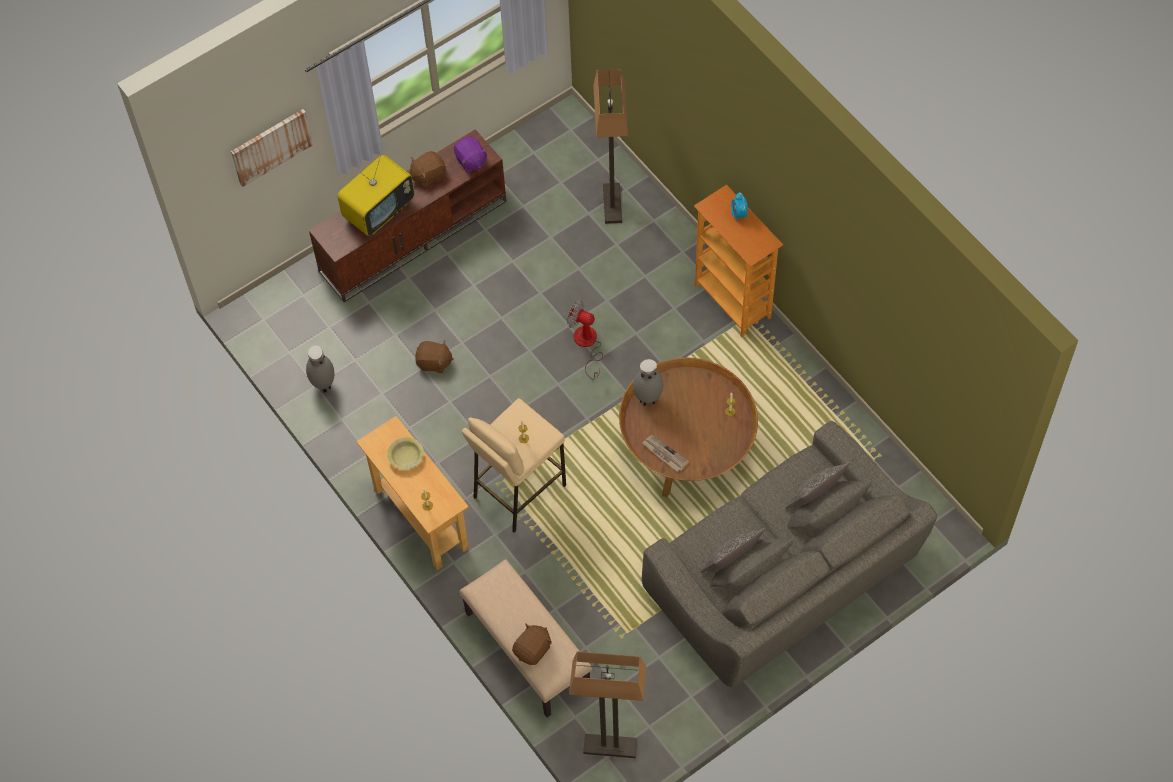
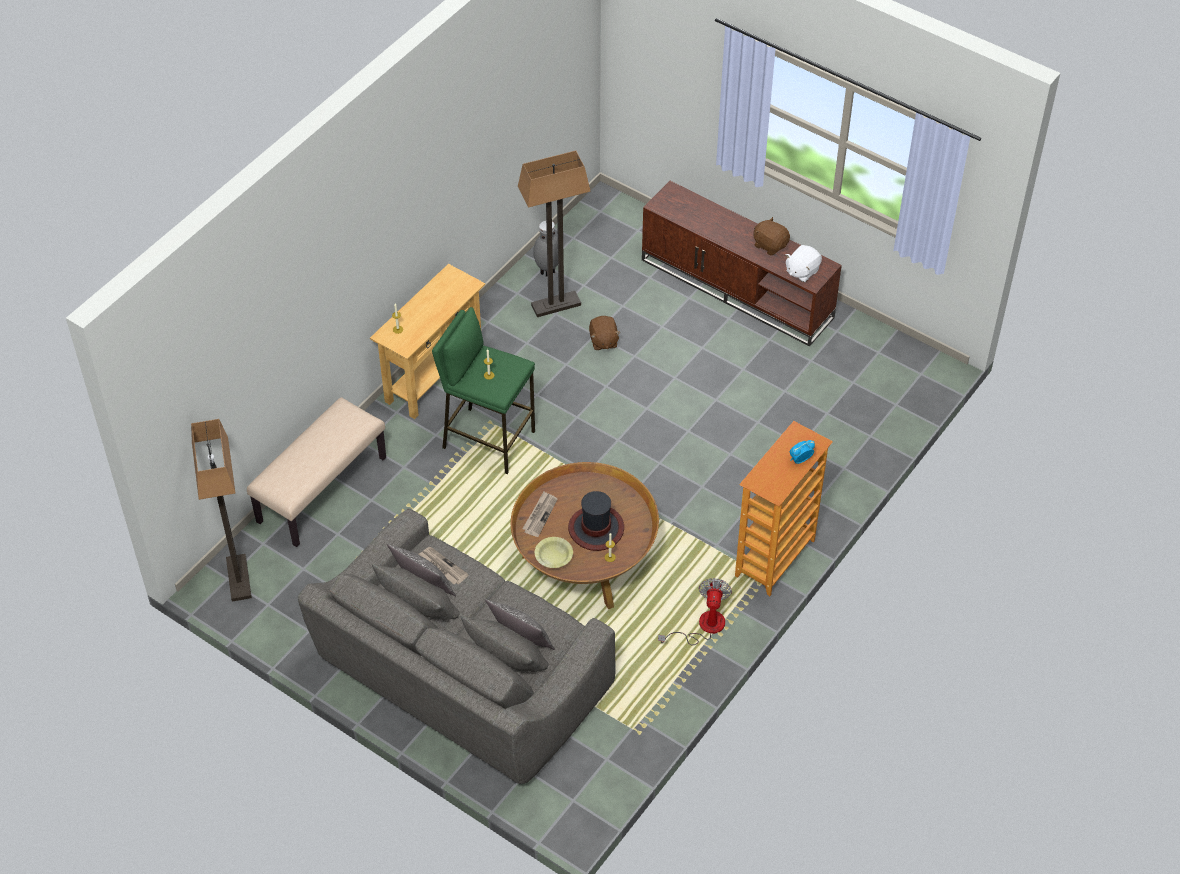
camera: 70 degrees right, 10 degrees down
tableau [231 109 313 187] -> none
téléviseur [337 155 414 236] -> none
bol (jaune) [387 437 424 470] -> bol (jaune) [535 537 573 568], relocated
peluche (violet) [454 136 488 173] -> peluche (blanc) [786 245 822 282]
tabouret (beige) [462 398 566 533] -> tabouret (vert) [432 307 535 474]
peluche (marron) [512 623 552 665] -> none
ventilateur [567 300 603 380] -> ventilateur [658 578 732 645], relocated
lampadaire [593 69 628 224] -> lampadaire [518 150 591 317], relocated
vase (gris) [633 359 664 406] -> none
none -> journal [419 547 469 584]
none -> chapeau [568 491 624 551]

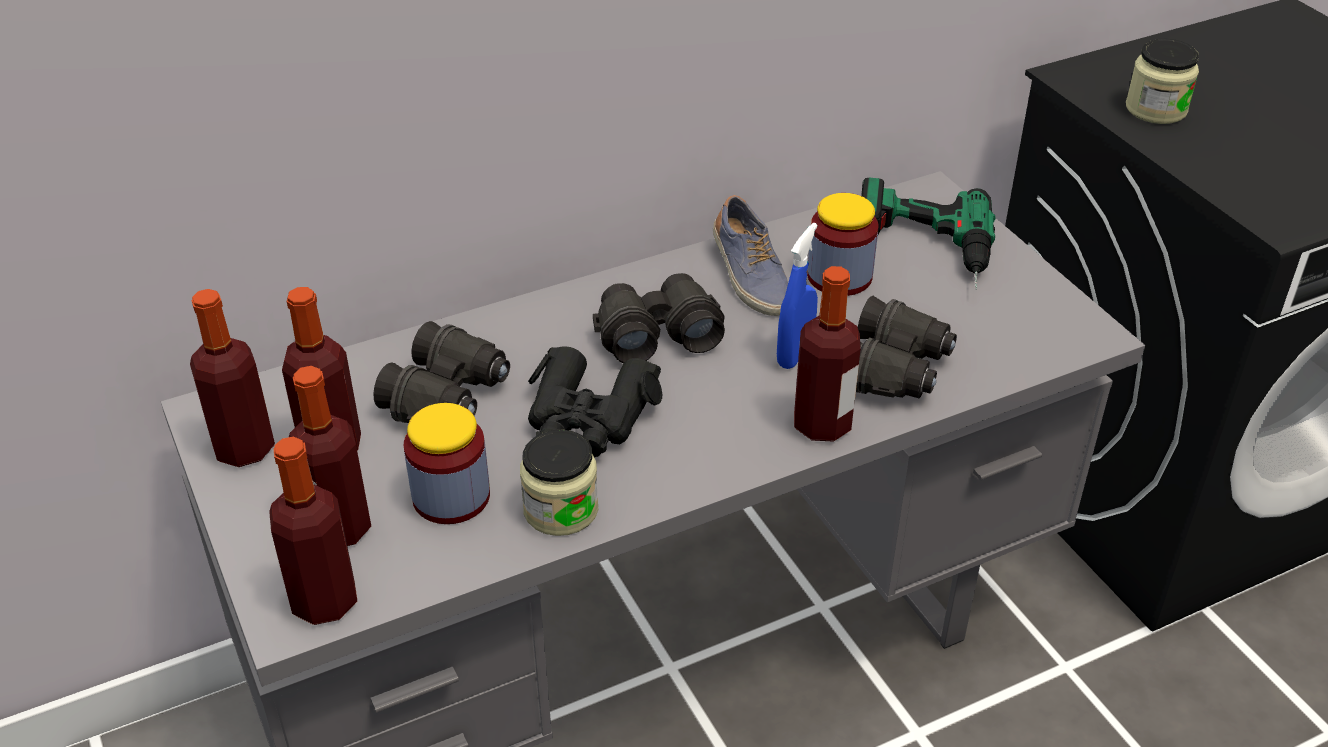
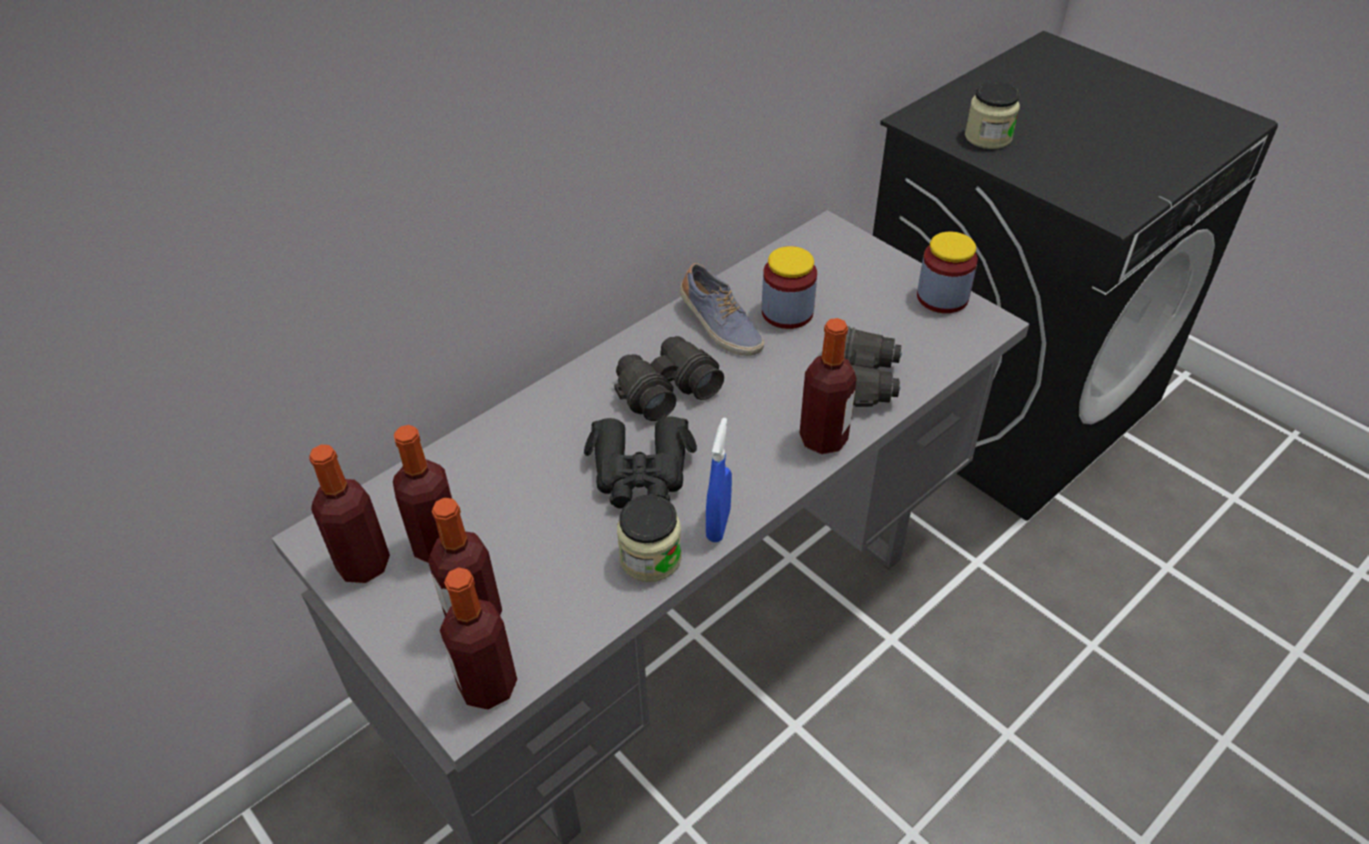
camera: 15 degrees left, 5 degrees up
jumelles (noir) [373 321 510 423] -> none
bocal [404 403 490 524] -> bocal [917 232 978 313], relocated
vaporisateur (bleu) [777 223 818 369] -> vaporisateur (bleu) [706 418 732 542], relocated
perceuse [861 178 995 290] -> none

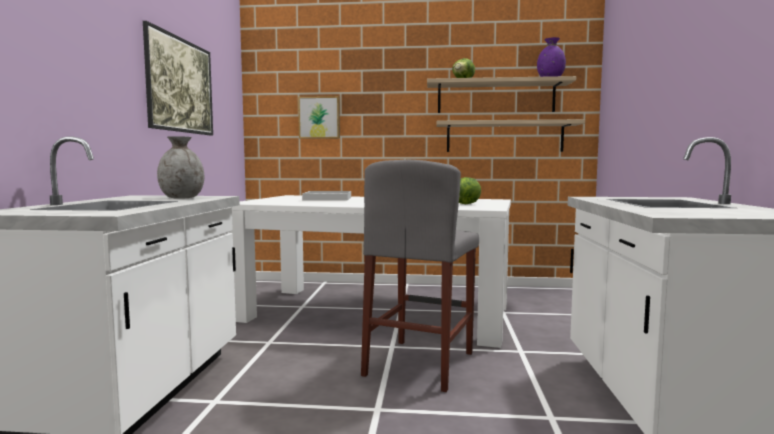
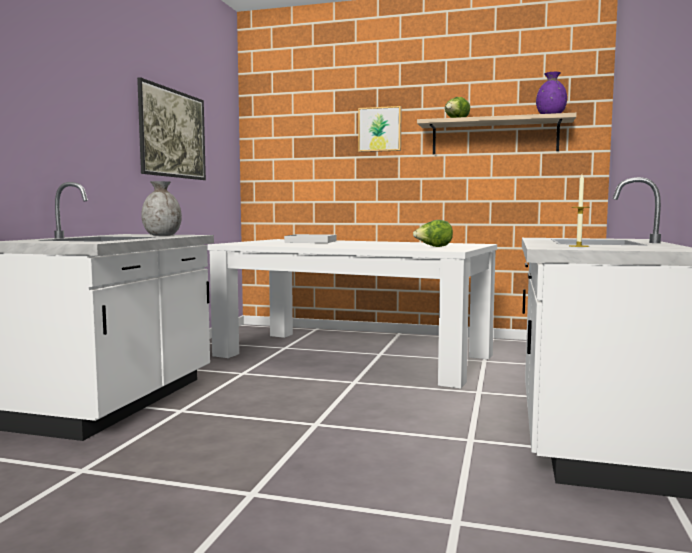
camera: 10 degrees right, 0 degrees up
tableau [298 96 340 139] -> tableau [358 106 402 152], relocated
tabouret (gris) [361 160 479 392] -> none
étagère [437 119 585 152] -> none
none -> bougie [569 175 589 247]

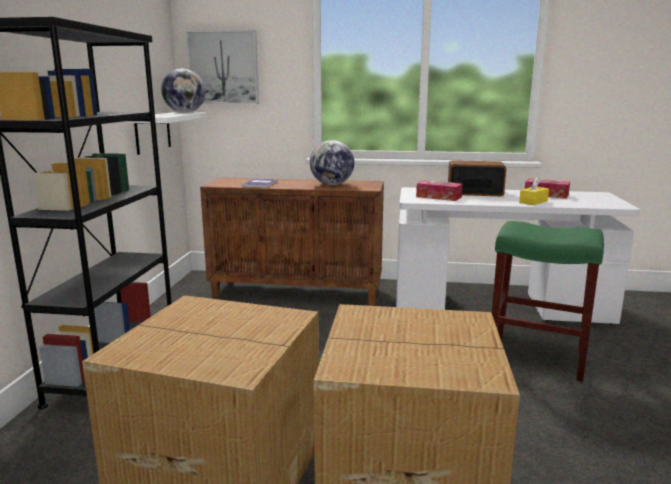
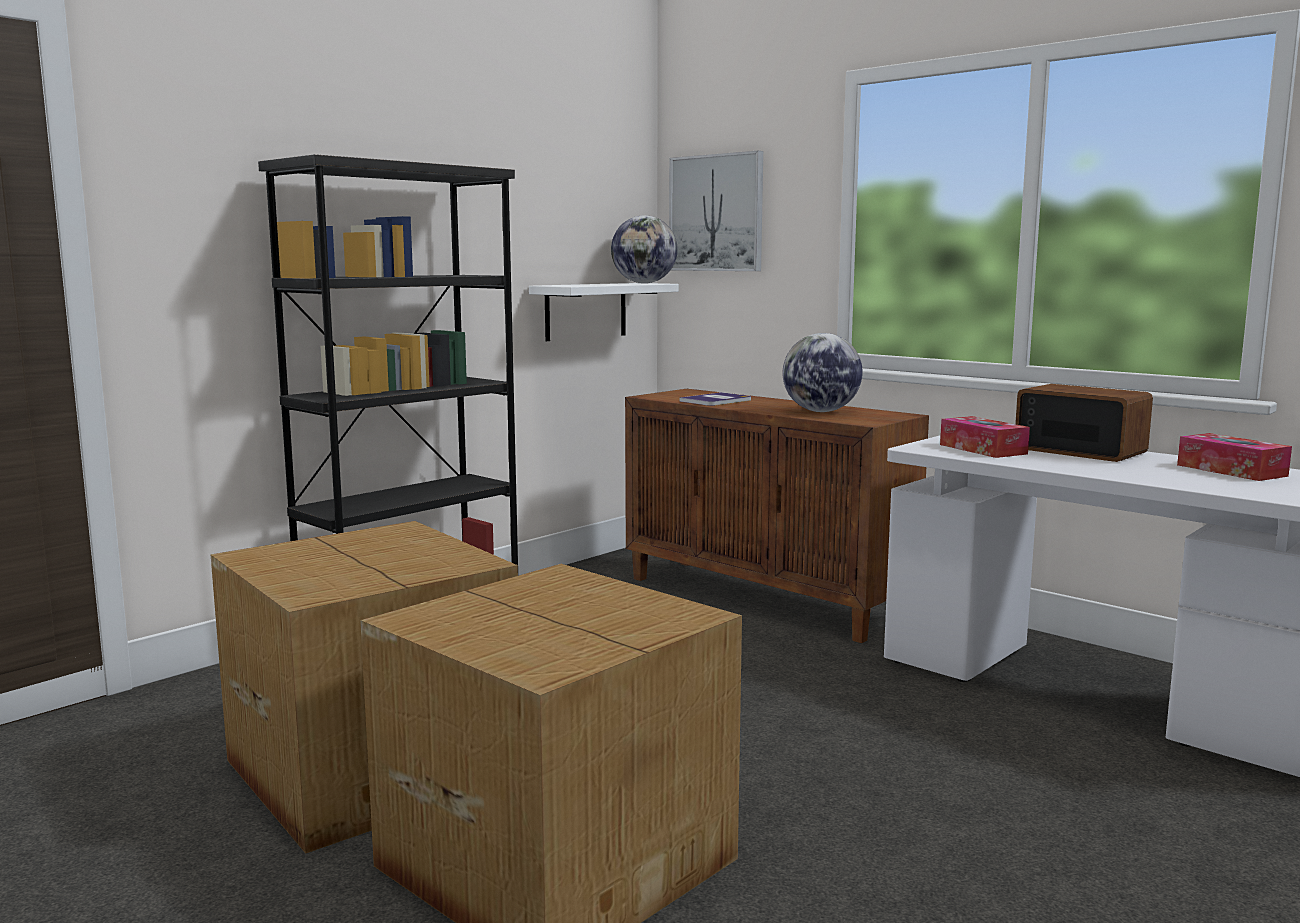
camera: 35 degrees right, 5 degrees down
tabouret (vert) [492 221 604 382] -> none
boîte à mouchoirs (jaune) [519 177 549 205] -> none

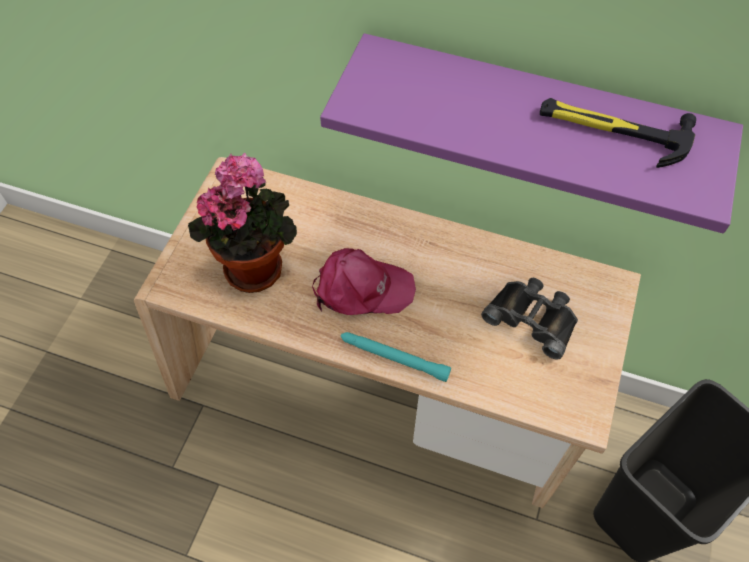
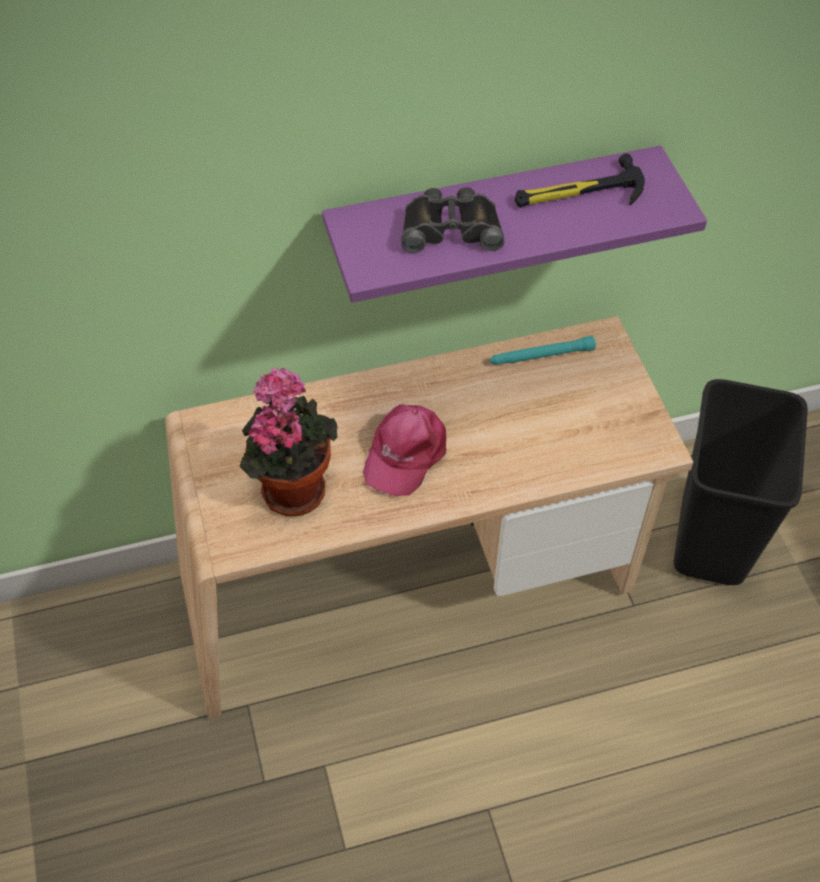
camera: 35 degrees left, 5 degrees down
casquette (rose) [312 248 416 315] -> casquette (rose) [363 404 446 496], 150 degrees clockwise
lampe de poche (turquoise) [341 332 451 382] -> lampe de poche (turquoise) [490 336 596 365], relocated
jumelles (noir) [481 278 578 360] -> jumelles (noir) [401 187 504 253], relocated

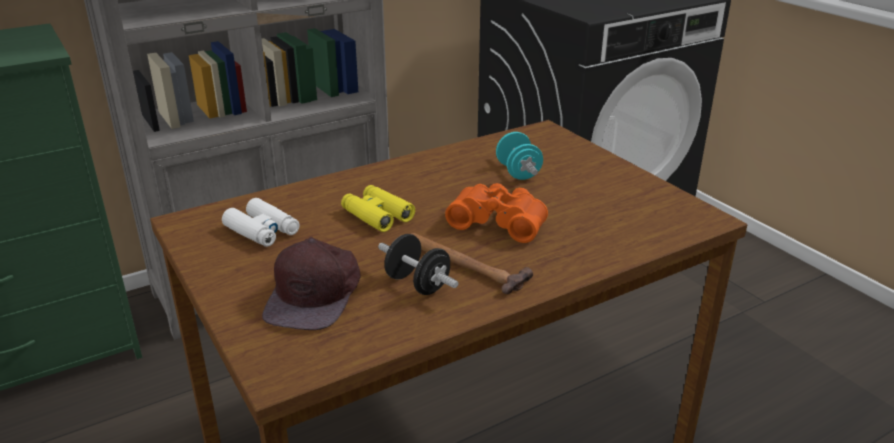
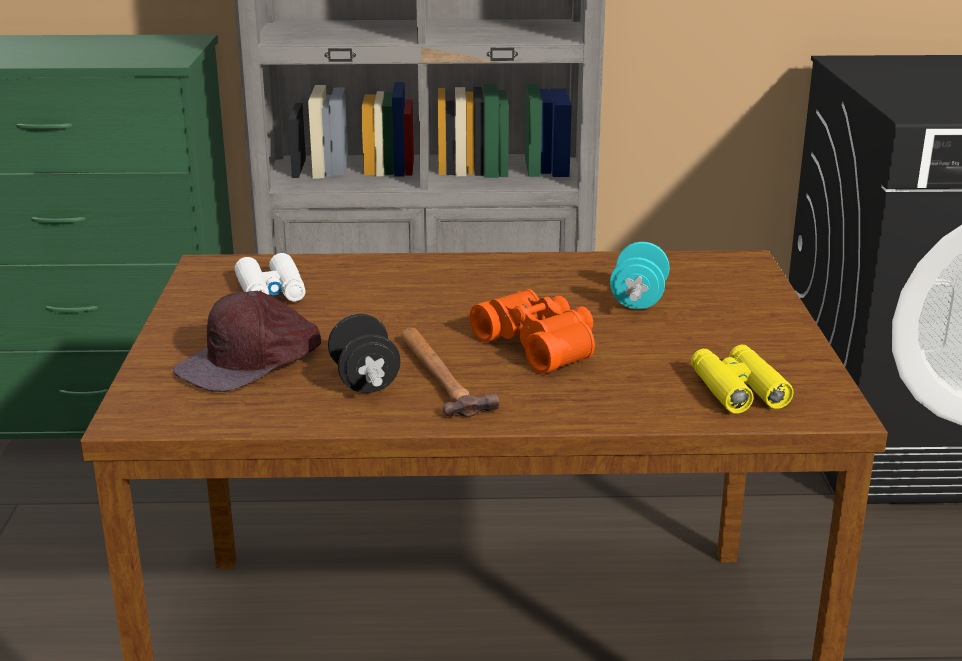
camera: 30 degrees right, 5 degrees down
jumelles (jaune) [341 185 415 232] -> jumelles (jaune) [691 345 794 414], relocated

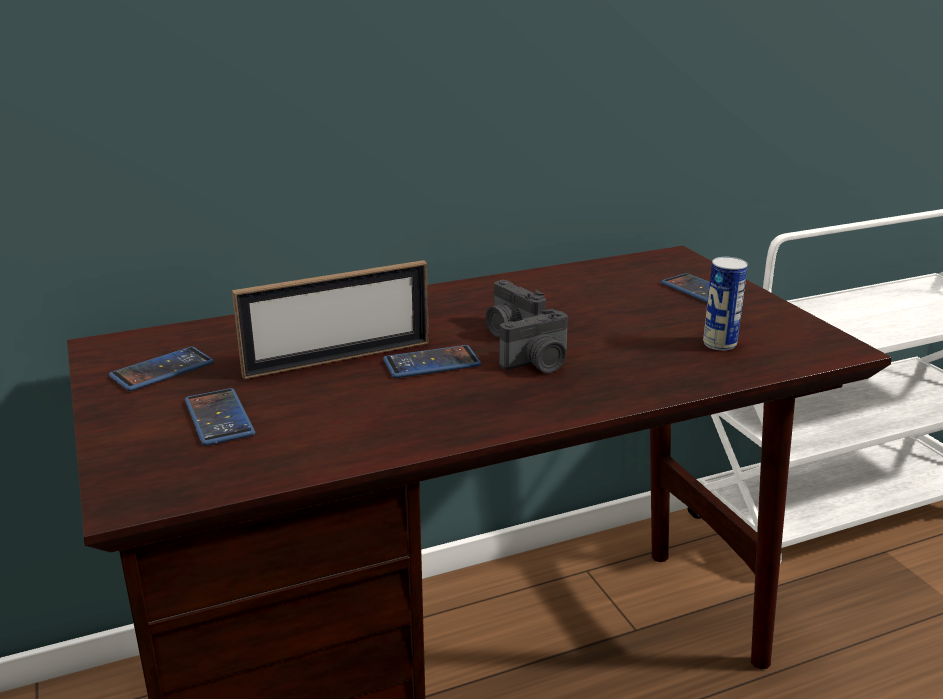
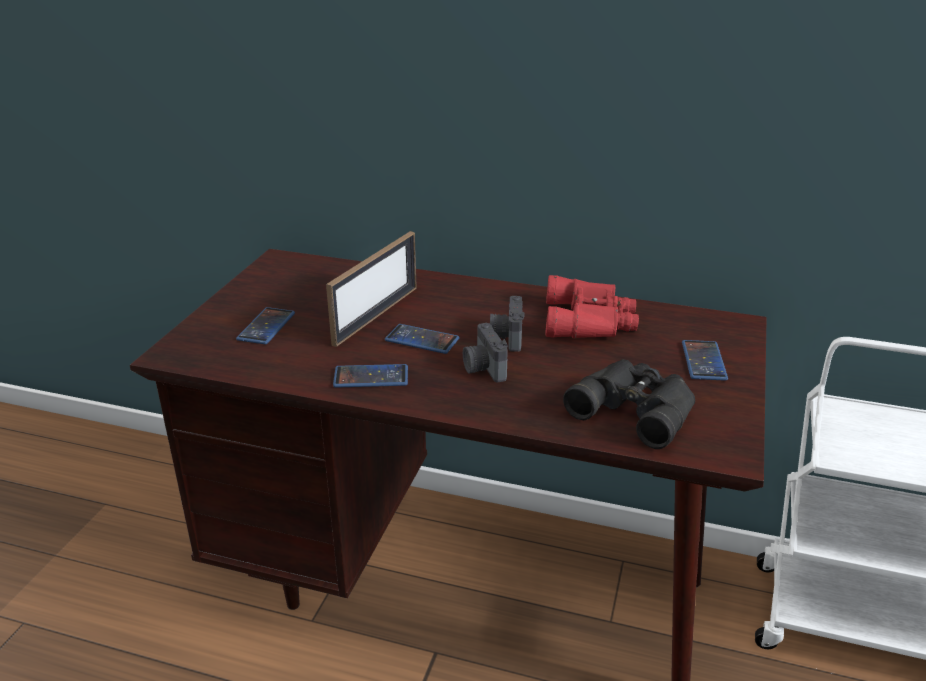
camera: 40 degrees right, 5 degrees up
téléphone [109 347 214 391] -> téléphone [333 364 408 388], relocated
cadre photo [232 260 429 379] -> cadre photo [326 231 417 347], 75 degrees counterclockwise
appareil photo [499 309 568 374] -> appareil photo [463 323 508 383], 60 degrees clockwise
boîte métallique [703 257 748 351] -> jumelles (noir) [563 359 695 449]
none -> jumelles (rouge) [545 275 639 338]

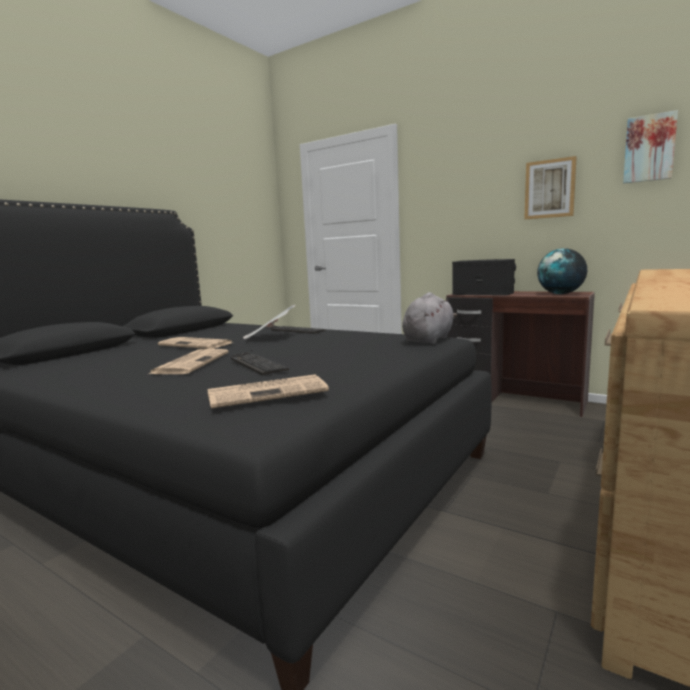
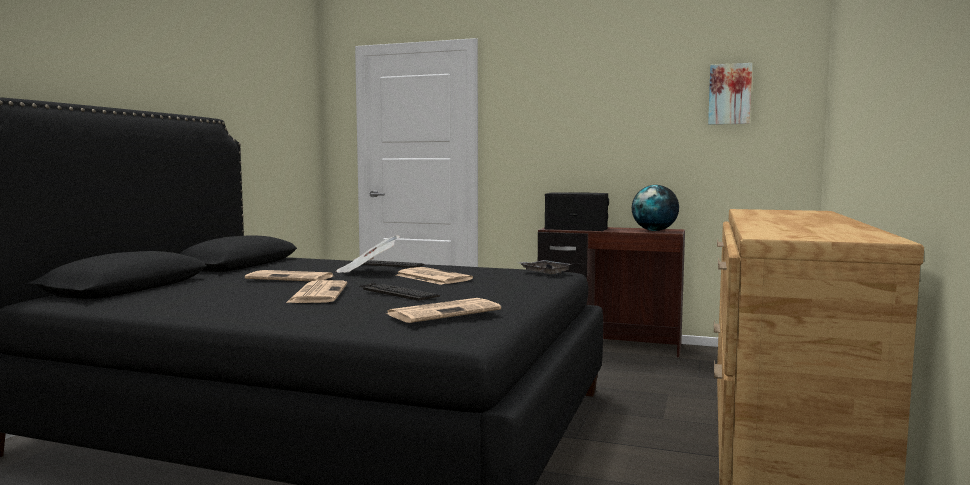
camera: 15 degrees left, 5 degrees down
peluche (gris) [402 292 458 344] -> plateau (gris) [519 260 572 274]
tableau [524 156 577 219] -> none
none -> journal [396 267 473 285]

